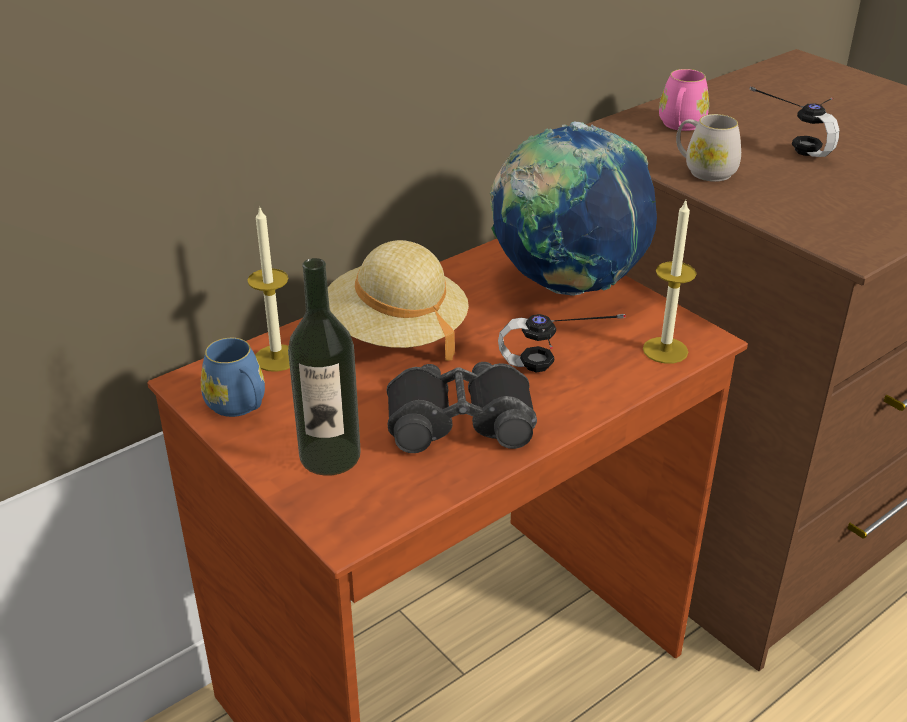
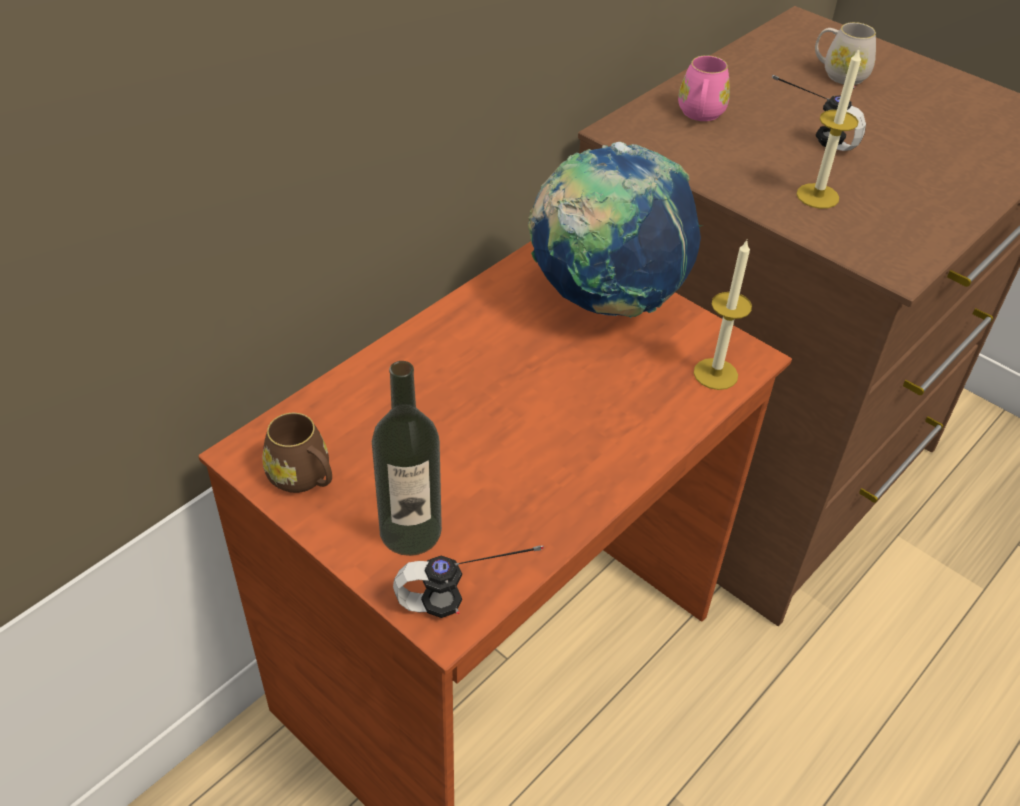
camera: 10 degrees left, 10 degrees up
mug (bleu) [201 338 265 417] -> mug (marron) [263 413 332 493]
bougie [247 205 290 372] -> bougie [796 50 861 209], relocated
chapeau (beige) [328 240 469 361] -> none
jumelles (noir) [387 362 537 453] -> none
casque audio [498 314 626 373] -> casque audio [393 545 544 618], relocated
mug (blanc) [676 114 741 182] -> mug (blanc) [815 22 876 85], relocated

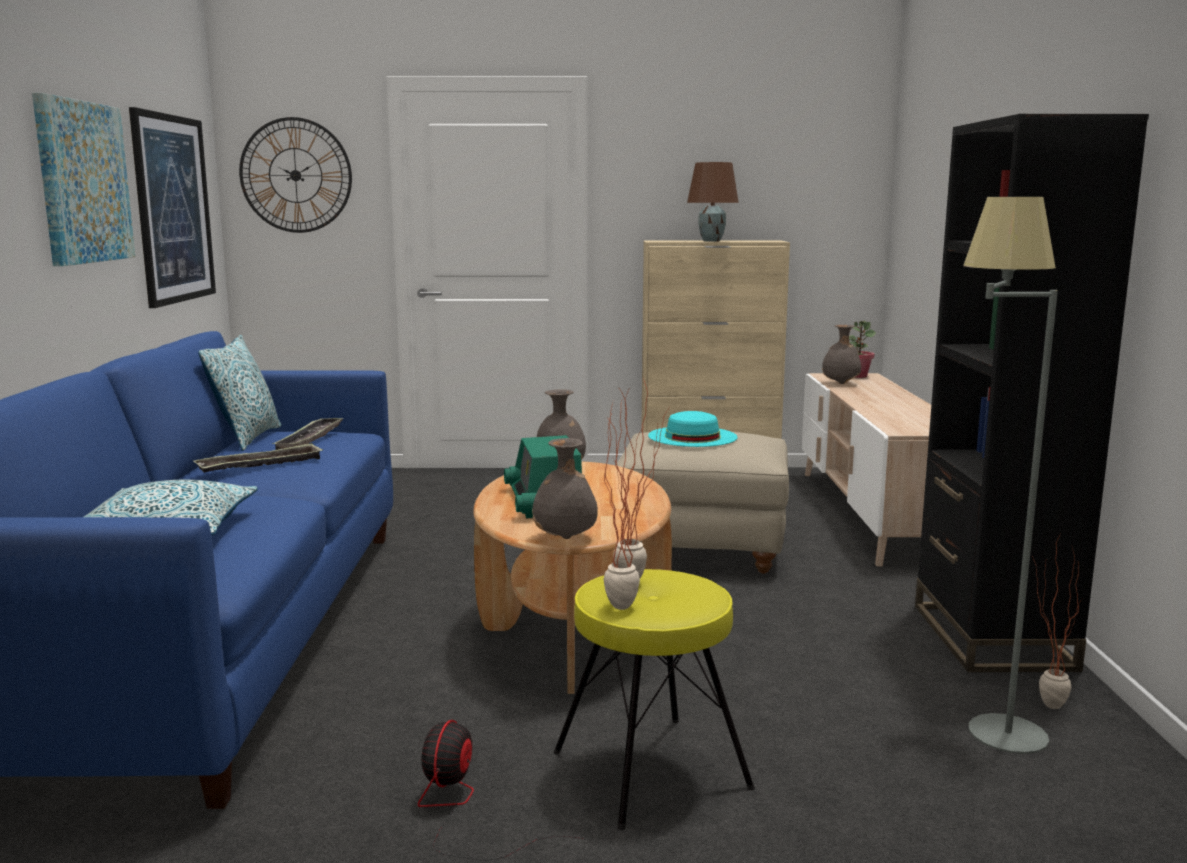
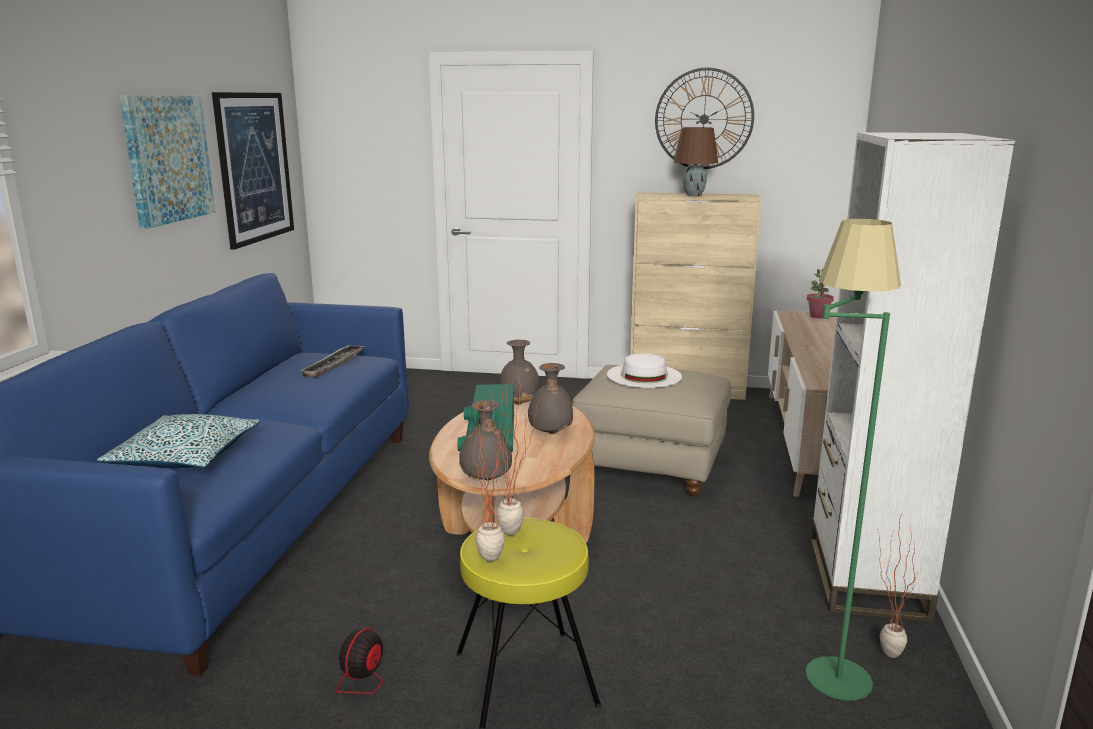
camera: 10 degrees right, 5 degrees up
plateau [194 443 322 473] -> none
coussin [198 335 281 451] -> none
horloge murale [239 117 352 233] -> horloge murale [655 67 754 169], relocated
chapeau (turquoise) [648 411 738 447] -> chapeau (blanc) [607 353 682 388]
vase (gris) [822 324 861 384] -> vase (gris) [528 363 573 434], relocated
bibliothèque (noir) [915 114 1149 672] -> bibliothèque (blanc) [810 132 1015 622]
lampadaire (gris) [963 197 1058 754] -> lampadaire (vert) [805 219 901 700]

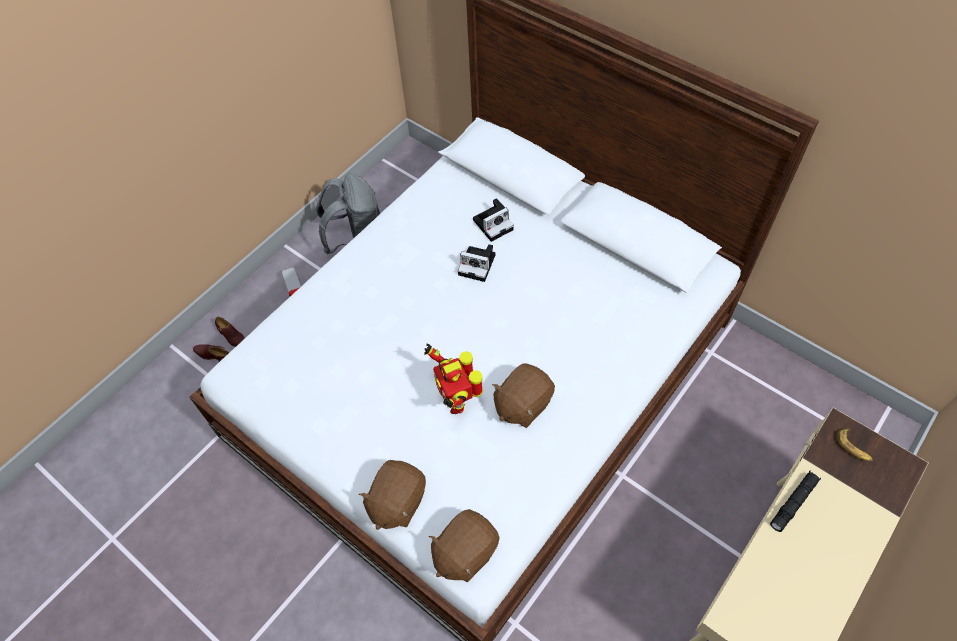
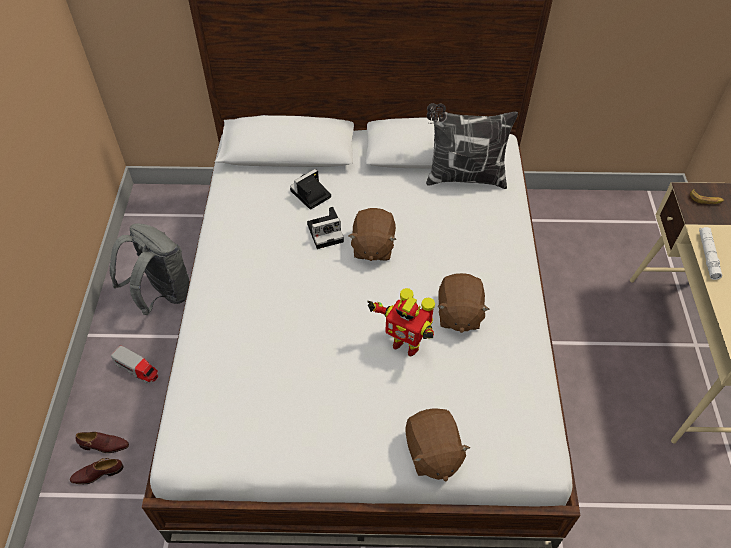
camera: 40 degrees left, 5 degrees down
peluche (marron) [429 509 499 582] -> peluche (marron) [349 208 396 261], relocated
appareil photo [473 198 514 242] -> appareil photo [290 169 331 210], 150 degrees counterclockwise
lampe de poche (noir) [770 470 821 532] -> lampe de poche (blanc) [699 227 722 280]
none -> coussin [426 103 518 189]

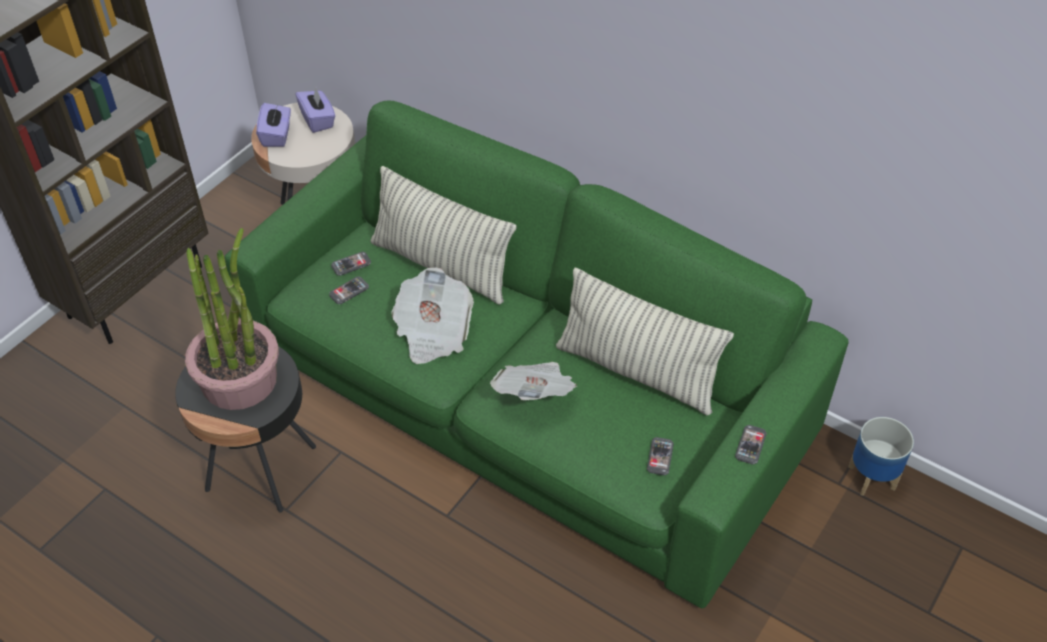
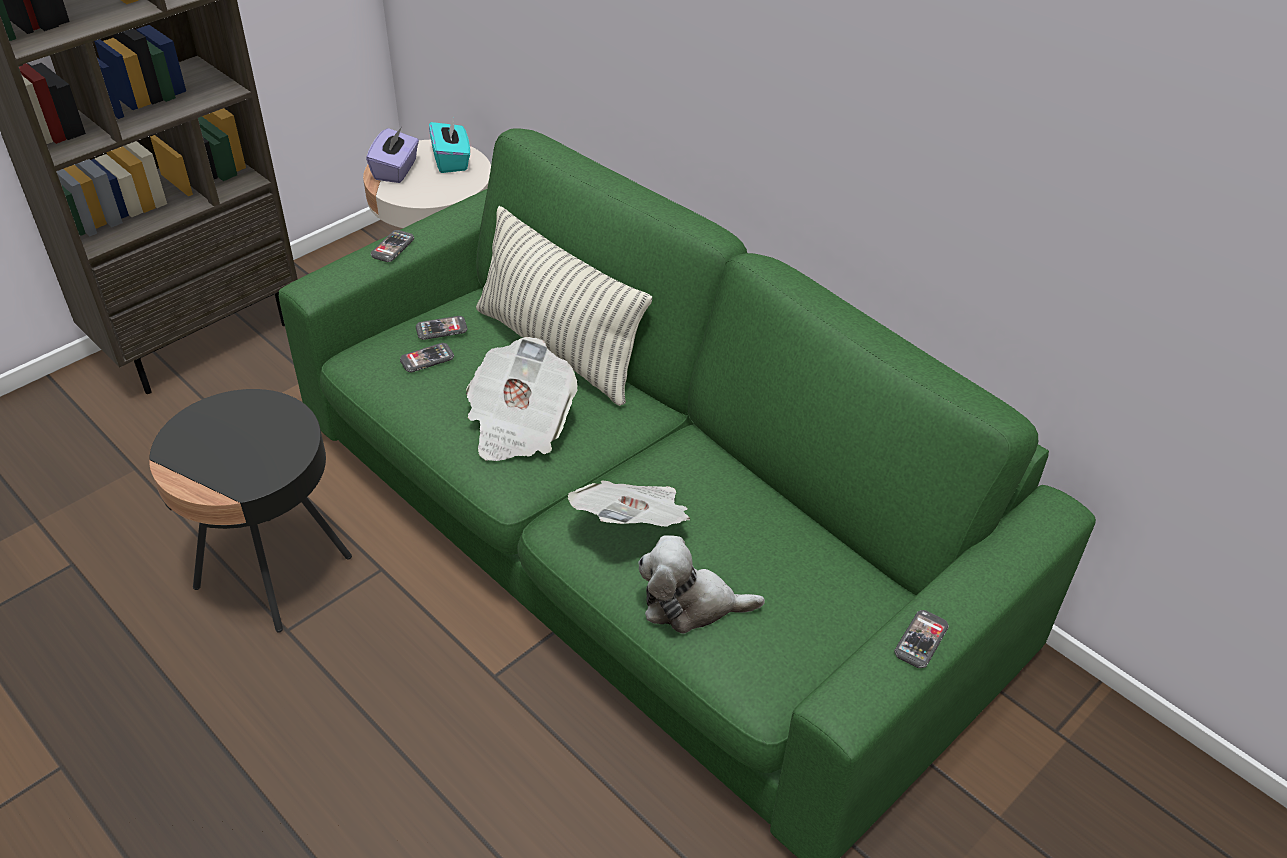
camera: 10 degrees right, 5 degrees down
plante en pot [185 228 279 410] -> none
boîte à mouchoirs (violet) [295 88 335 133] -> boîte à mouchoirs (turquoise) [429 118 470 173]
coussin [556 268 734 416] -> none
téléphone [647 437 674 475] -> téléphone [371 230 414 262], relocated
cache-pot [848 417 914 496] -> none
none -> peluche [638 535 765 634]

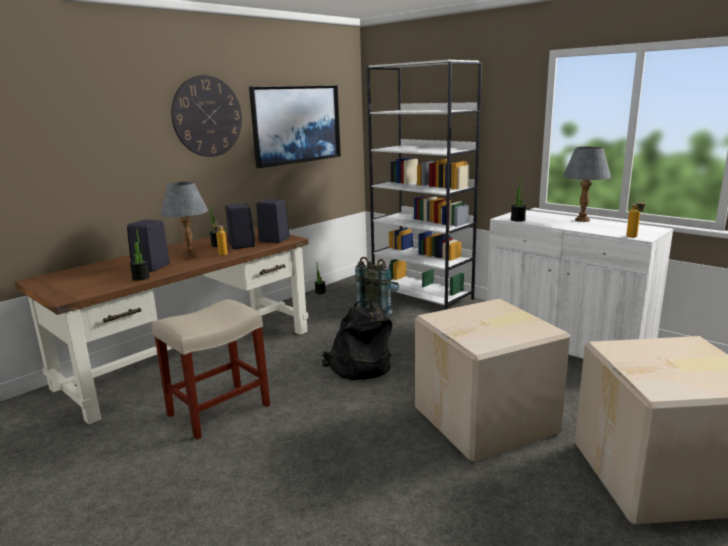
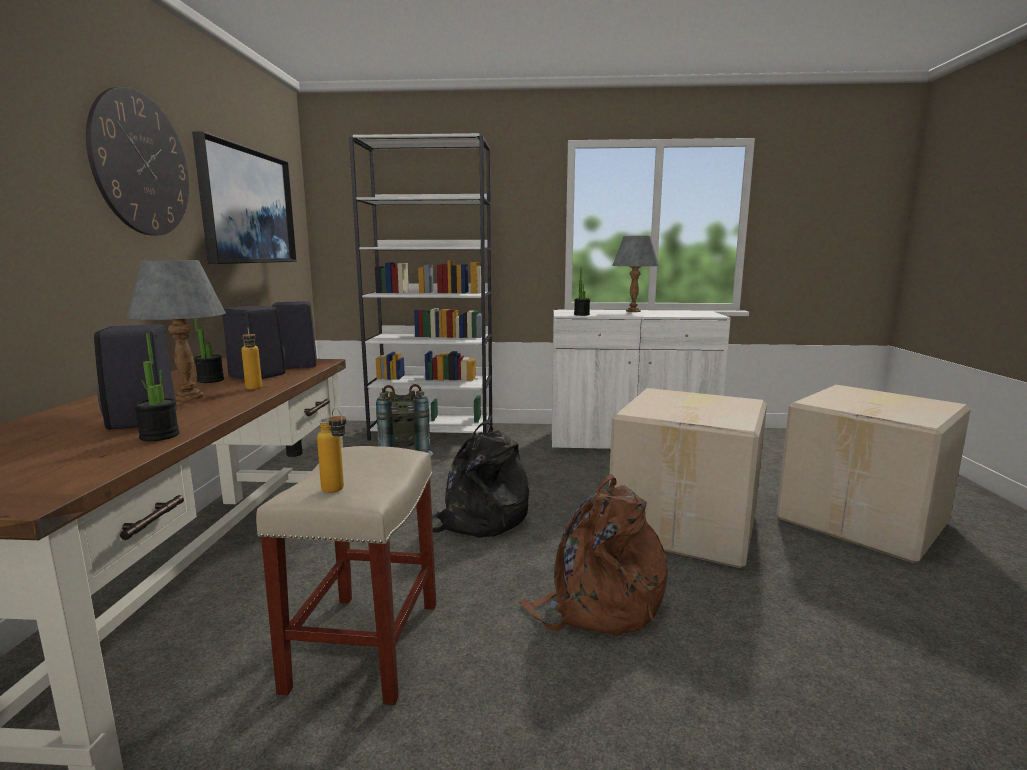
camera: 40 degrees left, 5 degrees down
bouteille [626 198 646 238] -> bouteille [317 408 346 493], relocated
none -> sac à dos (marron) [520 474 668 636]

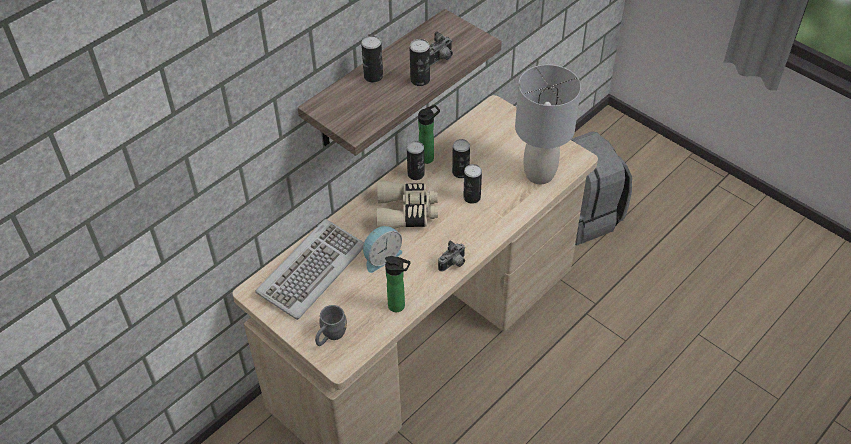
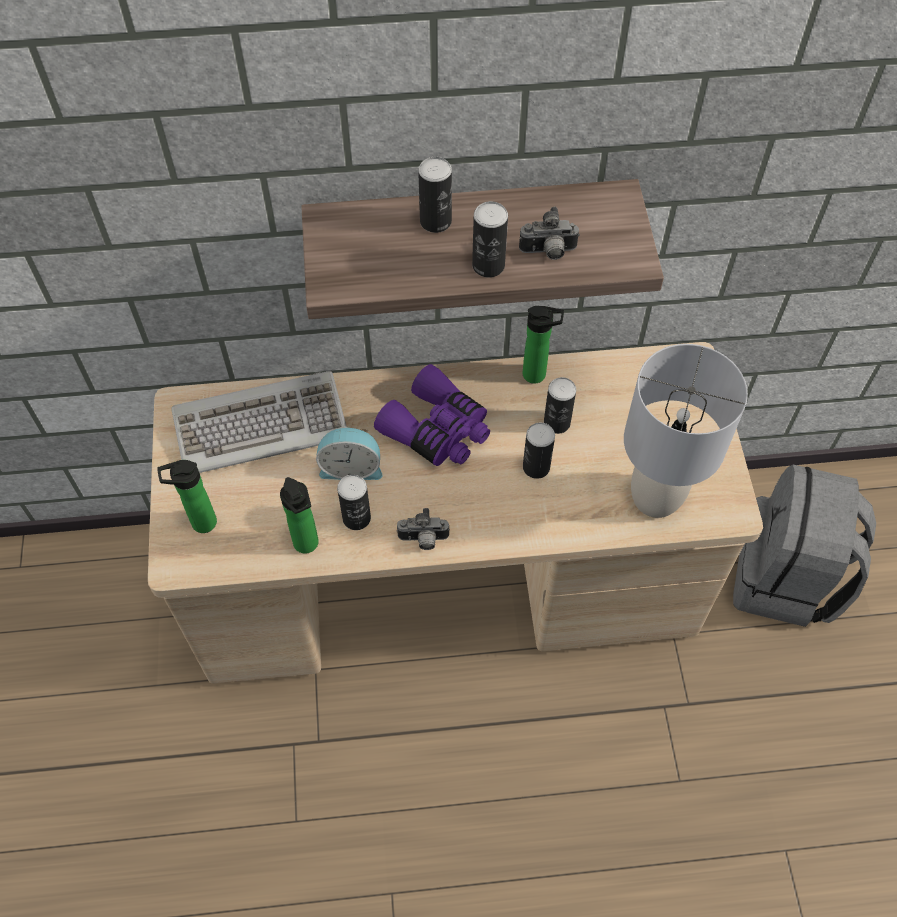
camera: 40 degrees right, 10 degrees up
mug (gris) [315 305 347 346] -> bouteille [157 460 217 533]
jumelles (beige) [377 180 438 229] -> jumelles (violet) [374 364 490 466]
boîte métallique [407 141 425 180] -> boîte métallique [337 475 371 530], relocated

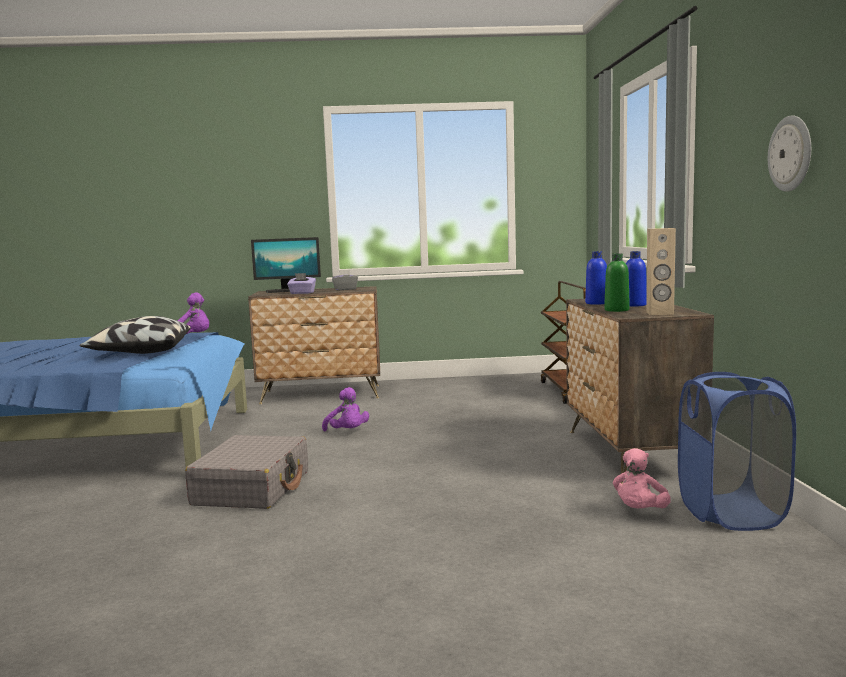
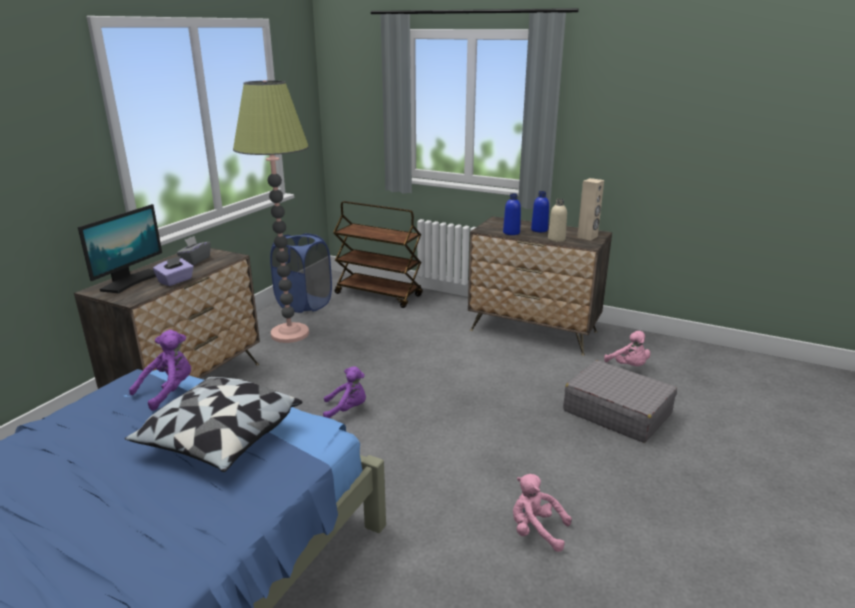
camera: 60 degrees left, 15 degrees up
valise (gris) [185 435 308 509] -> valise (gris) [563 360 677 443], relocated
bouteille (vert) [604 253 630 312] -> bouteille (beige) [548 199 567 242]
panier à linge (bleu) [678 372 796 531] -> panier à linge (bleu) [270 233 332 313], relocated
horloge murale [768 115 811 192] -> none
none -> lampadaire [233 80 309 343]
none -> peluche (rose) [513 474 572 552]

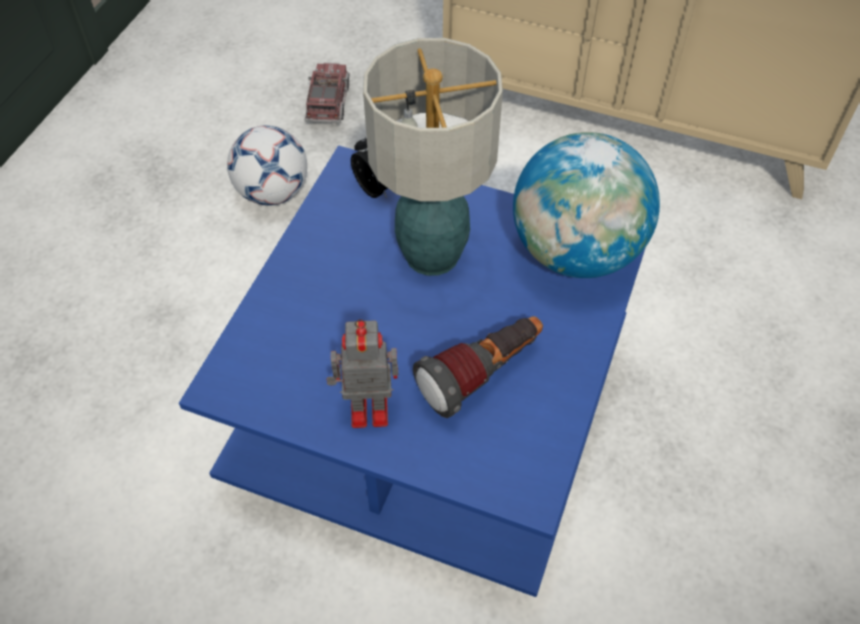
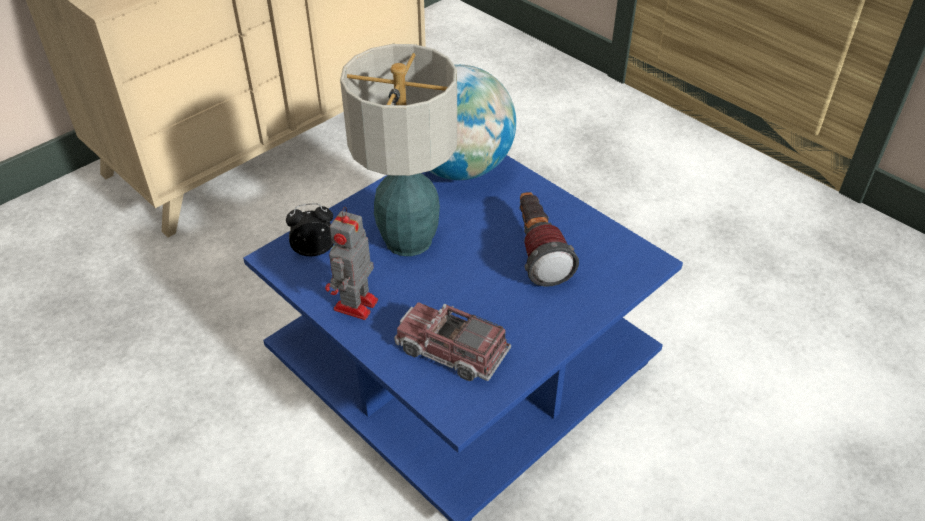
camera: 65 degrees left, 10 degrees down
ballon de foot [227 125 307 206] -> none
camion jouet [305 62 350 123] -> camion jouet [394 302 511 381], relocated
robot jouet [327 319 398 428] -> robot jouet [325 207 378 320], relocated

